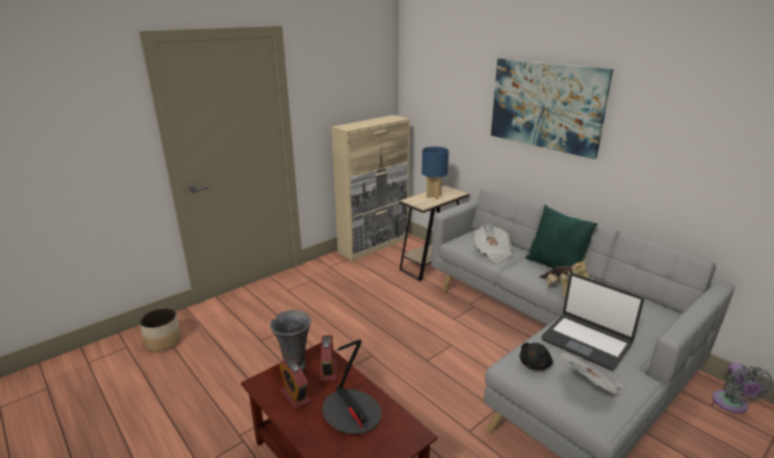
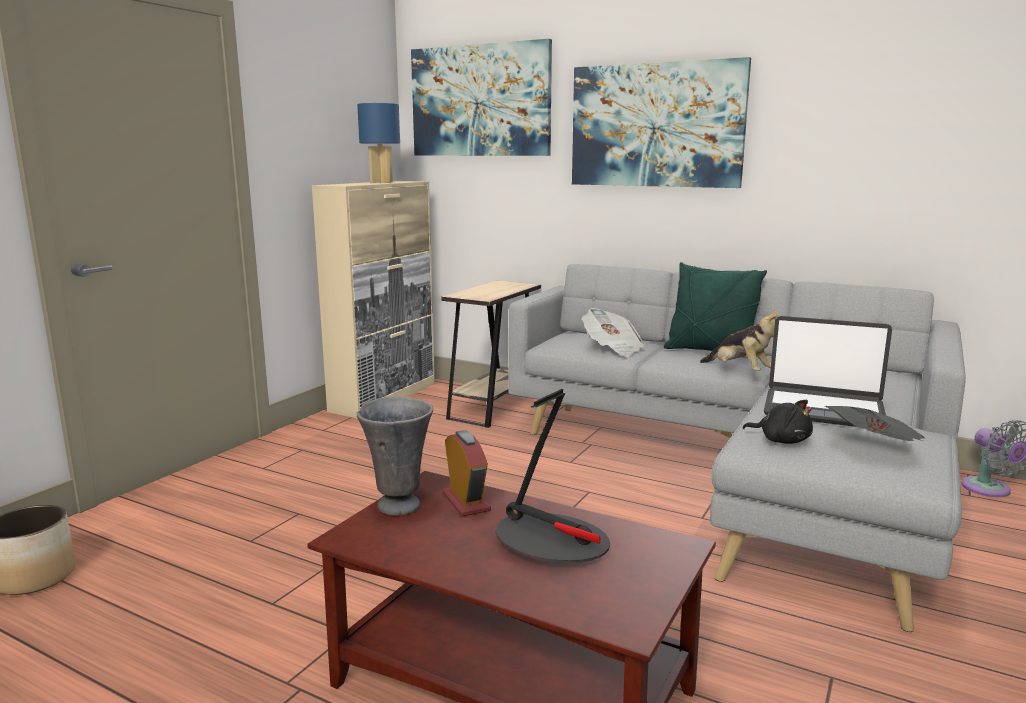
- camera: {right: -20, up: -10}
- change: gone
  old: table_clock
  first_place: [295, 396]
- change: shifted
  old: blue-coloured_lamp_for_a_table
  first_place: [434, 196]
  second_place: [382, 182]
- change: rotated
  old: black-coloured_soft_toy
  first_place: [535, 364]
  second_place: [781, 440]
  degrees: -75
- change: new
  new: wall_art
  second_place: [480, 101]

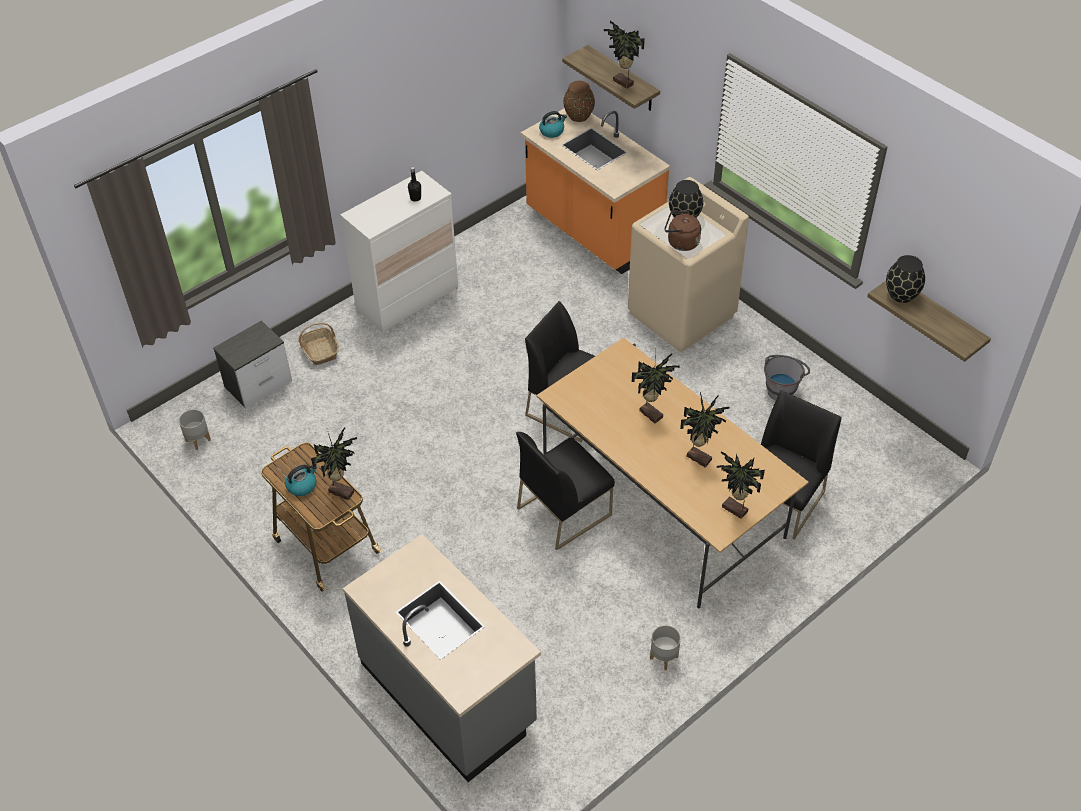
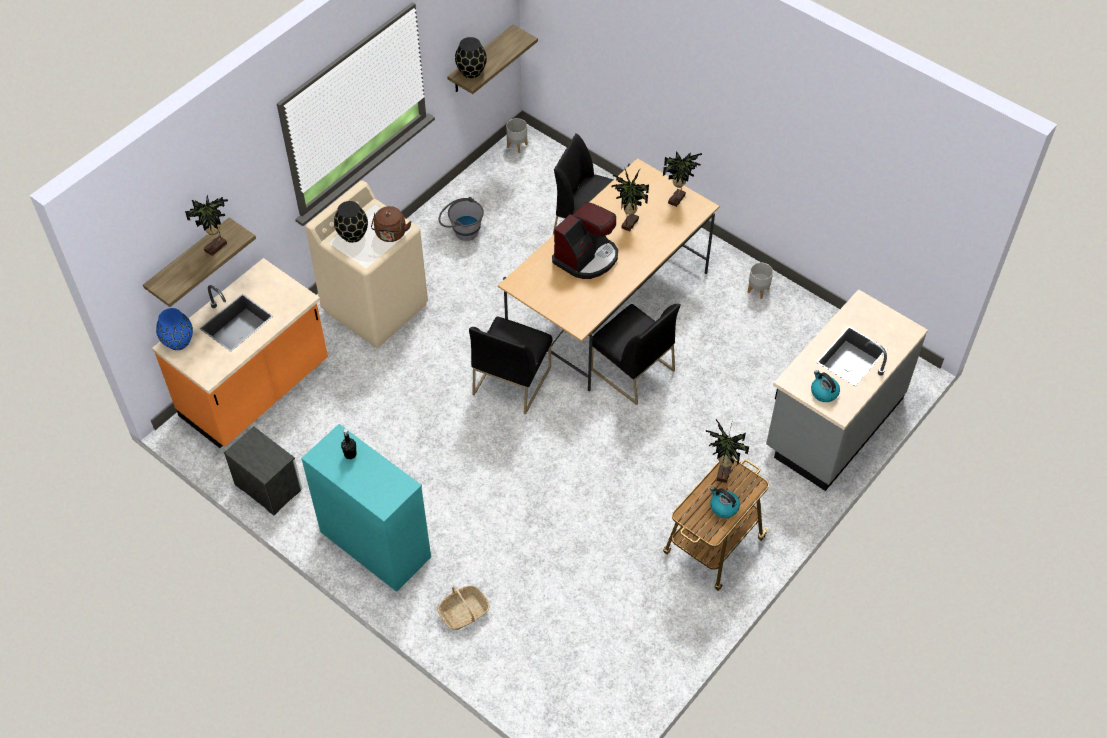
- camera: {right: -100, up: 5}
- change: shifted
  old: greyish_plant_pot
  first_place: [198, 440]
  second_place: [516, 145]
- change: shifted
  old: night_table
  first_place: [259, 384]
  second_place: [268, 486]
- change: repainted
  old: white_dresser
  new: turquoise_dresser
  first_place: [407, 299]
  second_place: [375, 544]
- change: shifted
  old: water_kettle
  first_place: [552, 131]
  second_place: [823, 392]
- change: repainted
  old: brown_flower_vase
  new: blue-coloured_flower_vase
  first_place: [579, 116]
  second_place: [179, 341]
- change: swapped
  old: plant_in_a_pot
  new: coffee_maker
  first_place: [651, 413]
  second_place: [586, 257]

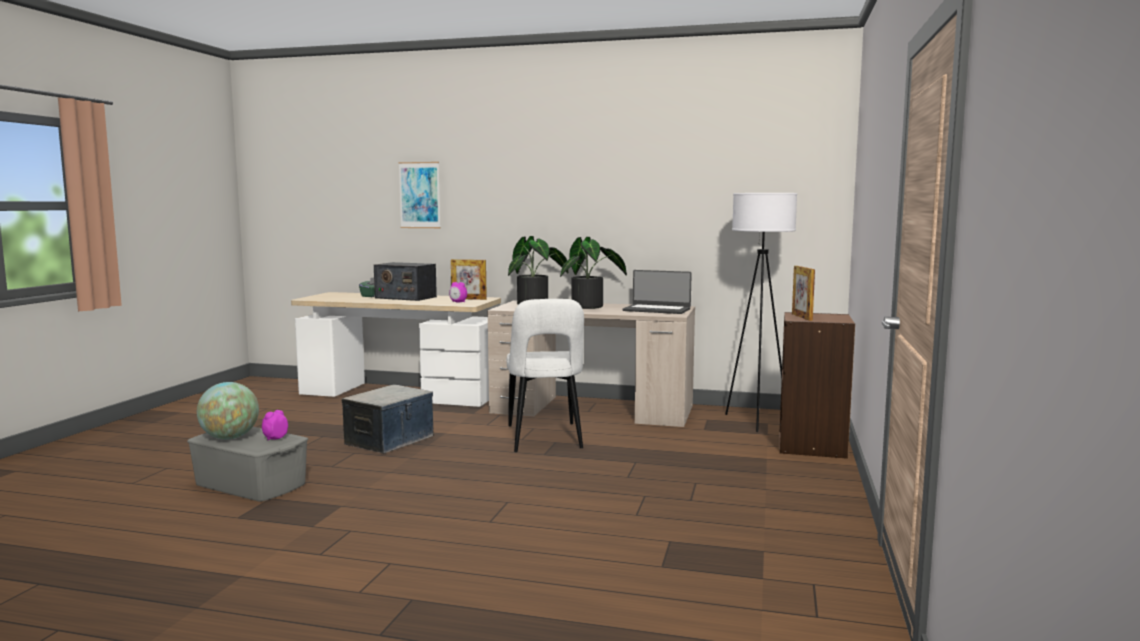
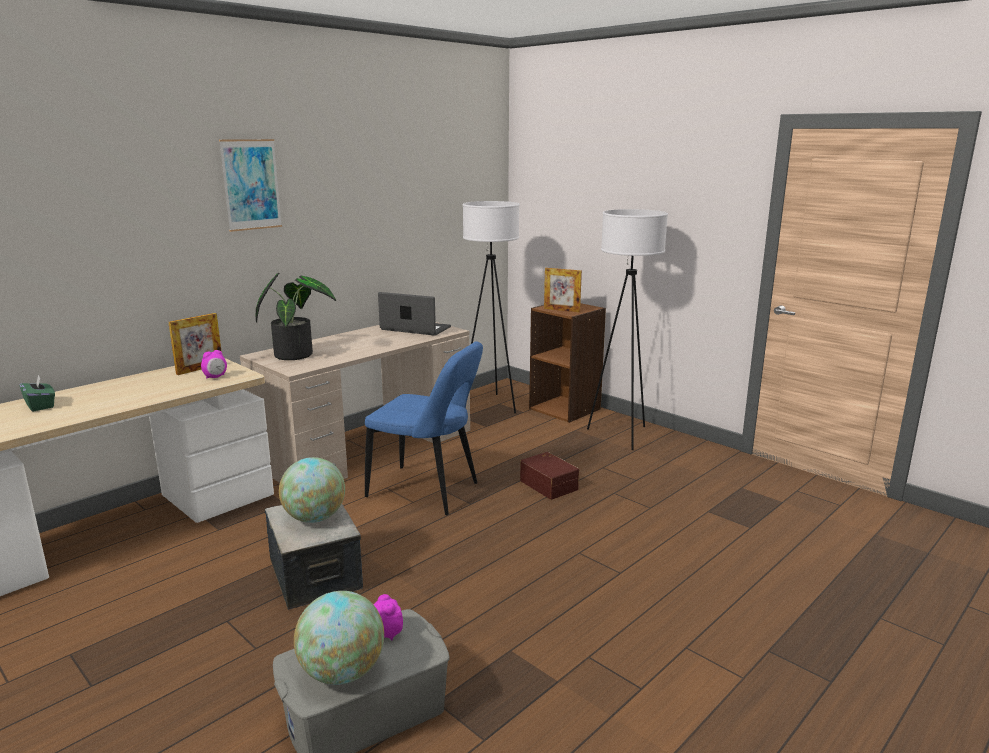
- camera: {right: -60, up: 10}
- change: gone
  old: radio
  first_place: [405, 297]
- change: shifted
  old: wall_art
  first_place: [419, 195]
  second_place: [251, 185]
- change: repainted
  old: white_chair
  new: blue-coloured_chair
  first_place: [545, 439]
  second_place: [427, 491]
- change: gone
  old: plant_in_a_pot
  first_place: [591, 307]
- change: rotated
  old: portable_computer
  first_place: [657, 310]
  second_place: [415, 329]
  degrees: -120
- change: new
  new: world_globe
  second_place: [314, 518]
- change: new
  new: brown_storage_bin
  second_place: [549, 484]
- change: new
  new: white_standard_lamp
  second_place: [621, 435]

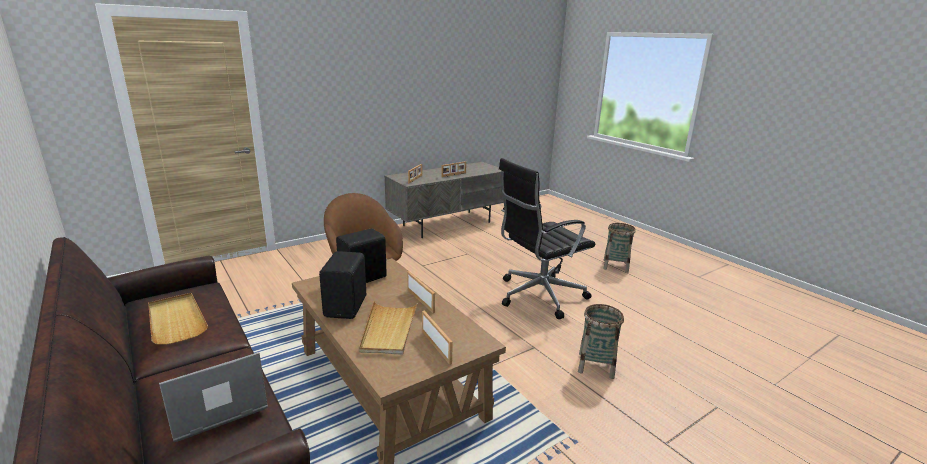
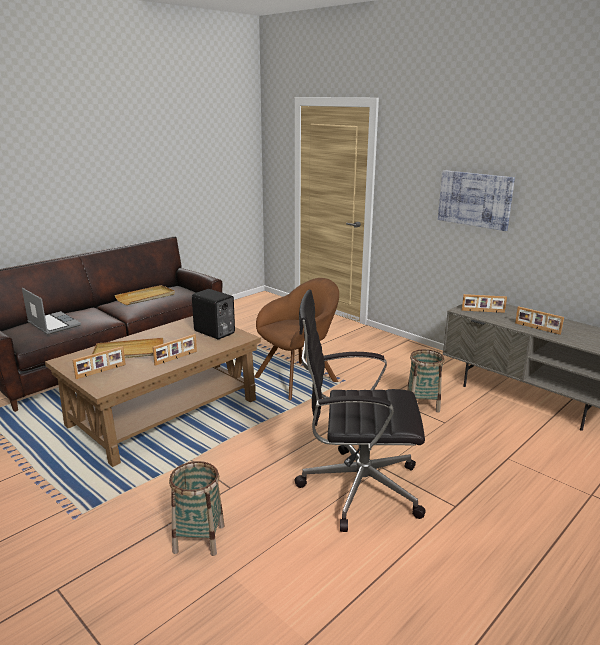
- camera: {right: 80, up: 0}
- change: gone
  old: black-coloured_loudspeaker
  first_place: [347, 307]
- change: rotated
  old: black-coloured_desk_chair
  first_place: [538, 295]
  second_place: [357, 488]
  degrees: -45
- change: shifted
  old: storage_basket
  first_place: [615, 266]
  second_place: [422, 404]
- change: new
  new: wall_art
  second_place: [475, 199]

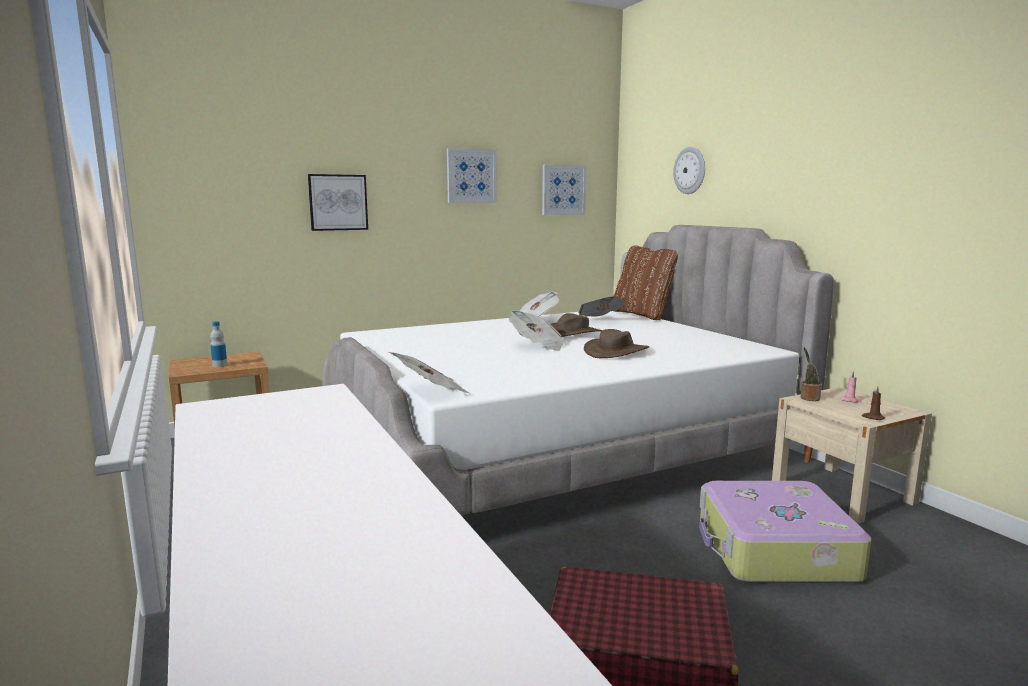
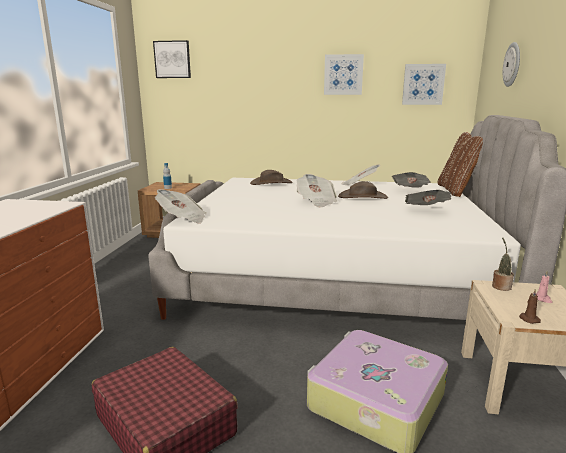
- camera: {right: 35, up: 5}
- change: shifted
  old: wall_art
  first_place: [338, 202]
  second_place: [172, 59]
- change: shifted
  old: brown_clothing_hat
  first_place: [616, 351]
  second_place: [271, 183]
- change: new
  new: printed_paper
  second_place: [426, 210]

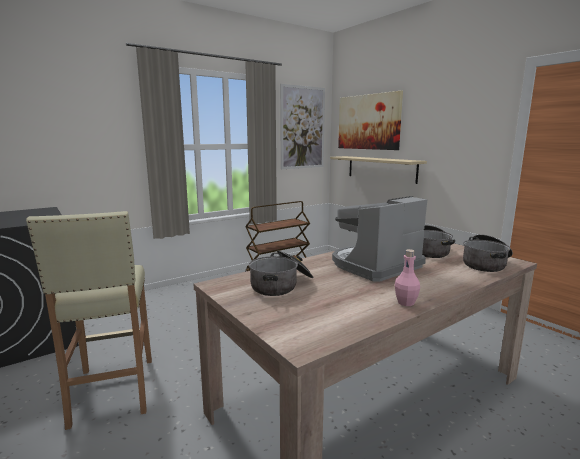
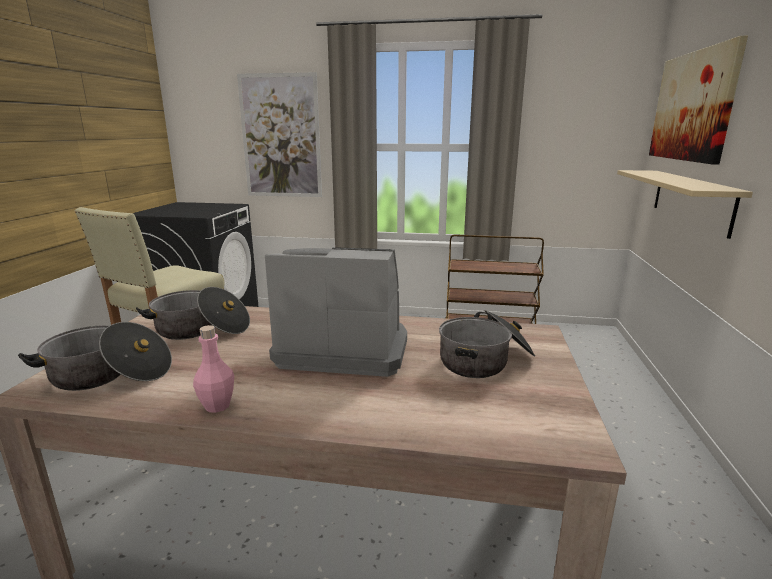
- camera: {right: 45, up: 5}
- change: shifted
  old: wall_art
  first_place: [302, 128]
  second_place: [281, 137]
- change: shifted
  old: cooking_pot
  first_place: [486, 264]
  second_place: [109, 375]

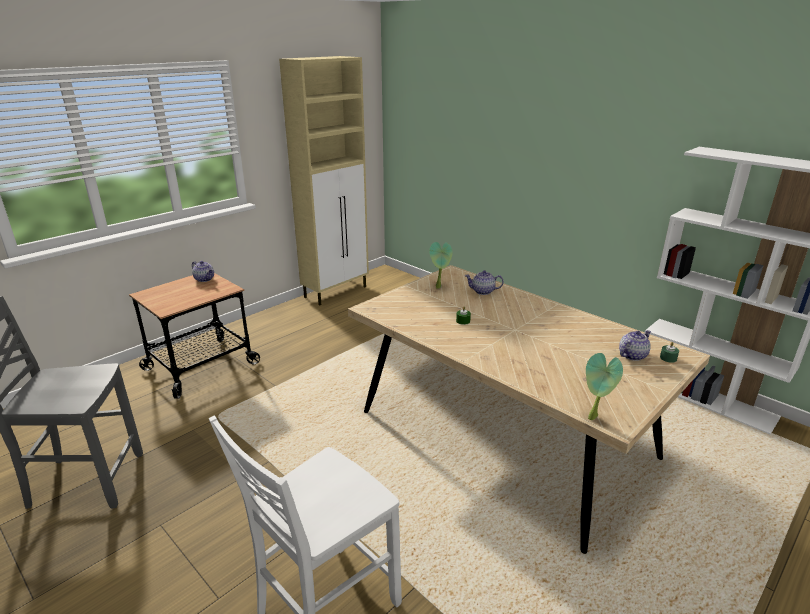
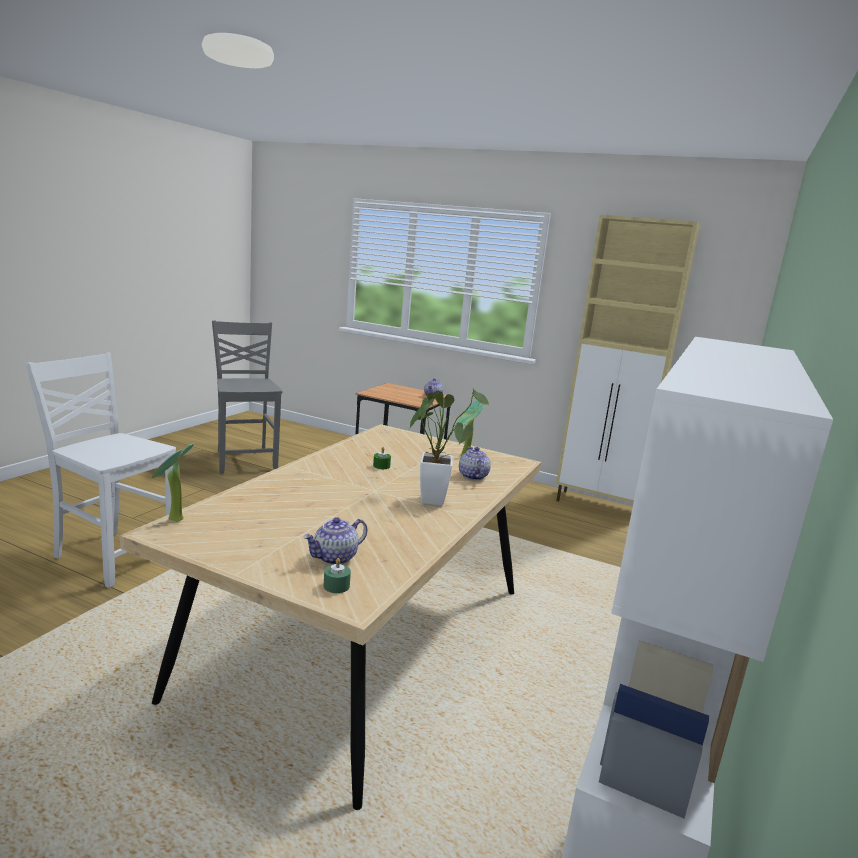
- camera: {right: 70, up: -10}
- change: rotated
  old: teapot
  first_place: [632, 355]
  second_place: [335, 558]
  degrees: 105
- change: new
  new: plant_in_a_pot
  second_place: [433, 498]

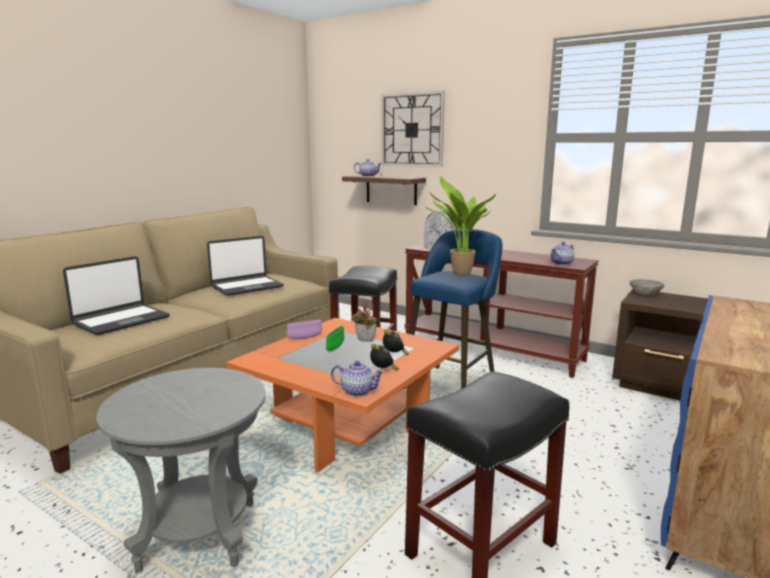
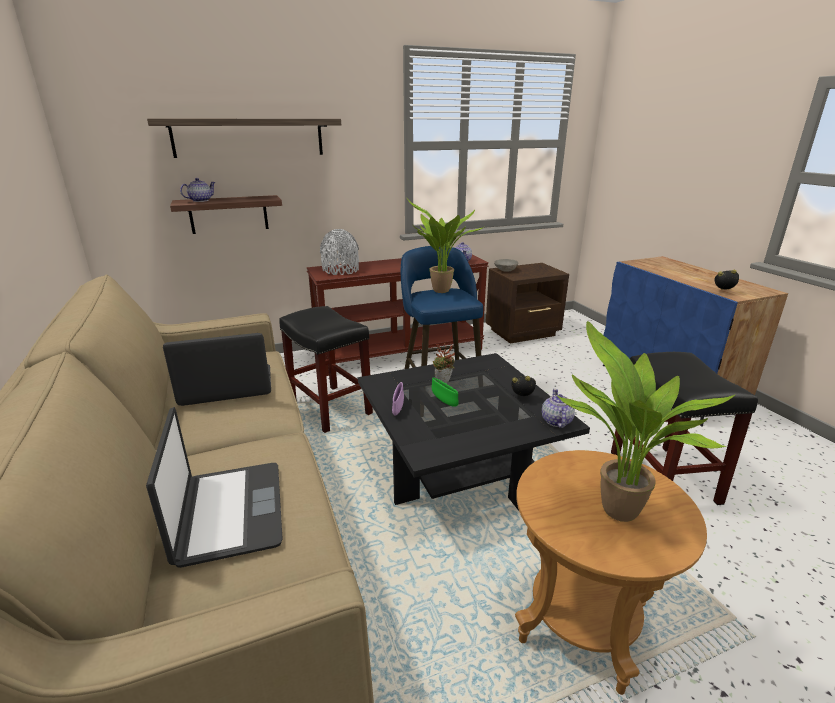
- camera: {right: -55, up: 10}
- change: repainted
  old: greyish_end_table
  new: brown_end_table
  first_place: [199, 535]
  second_place: [581, 626]
- change: rotated
  old: portable_computer
  first_place: [246, 287]
  second_place: [227, 387]
  degrees: -105
- change: repainted
  old: orange_coffee_table
  new: black-coloured_coffee_table
  first_place: [348, 427]
  second_place: [460, 469]
- change: rotated
  old: teapot
  first_place: [357, 391]
  second_place: [556, 421]
  degrees: -45
- change: swapped
  old: clock_on_the_wall
  new: wall_shelf
  first_place: [412, 130]
  second_place: [249, 137]
- change: shifted
  old: table_clock
  first_place: [394, 355]
  second_place: [723, 292]
- change: new
  new: plant_in_a_pot
  second_place: [614, 513]

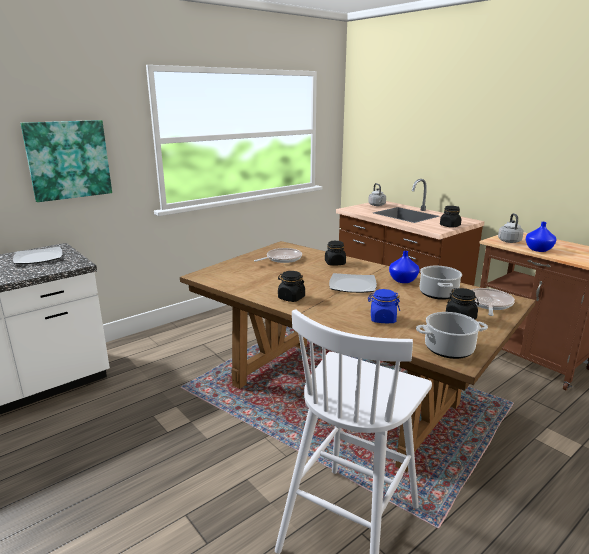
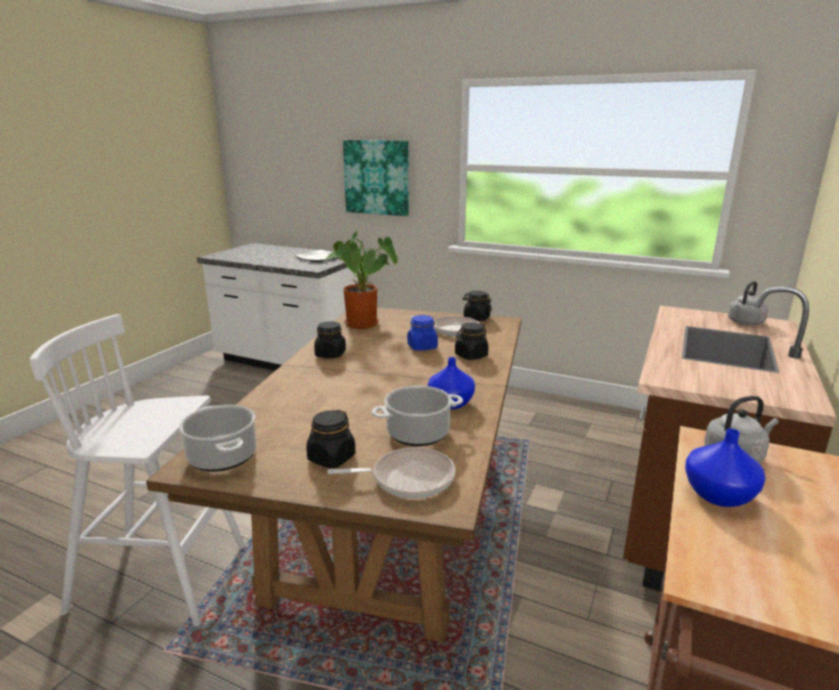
- camera: {right: 65, up: 0}
- change: gone
  old: dinner_plate
  first_place: [352, 285]
- change: shifted
  old: blue-coloured_storage_jar
  first_place: [382, 319]
  second_place: [422, 347]
- change: shifted
  old: black-coloured_storage_jar
  first_place: [450, 226]
  second_place: [476, 318]
- change: new
  new: plant_in_a_pot
  second_place: [365, 325]

